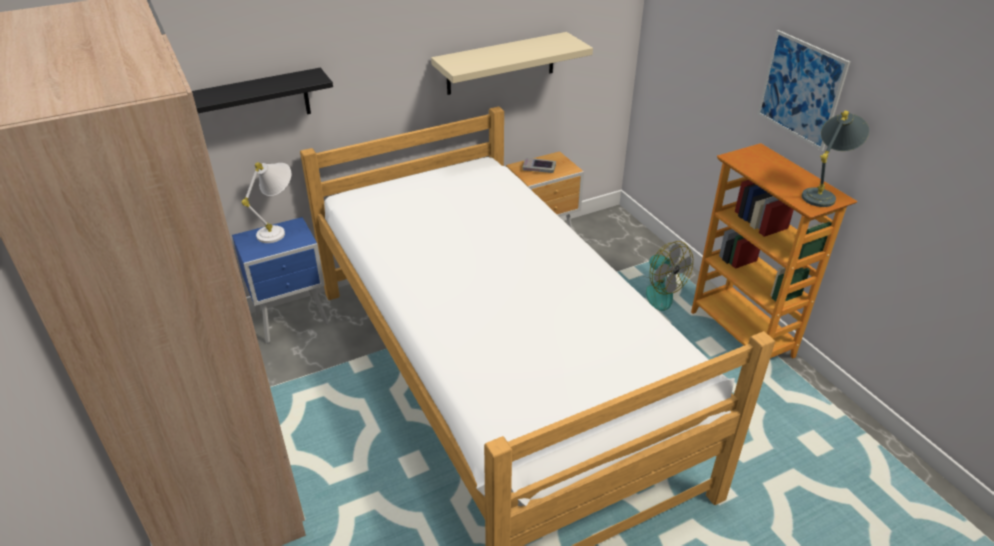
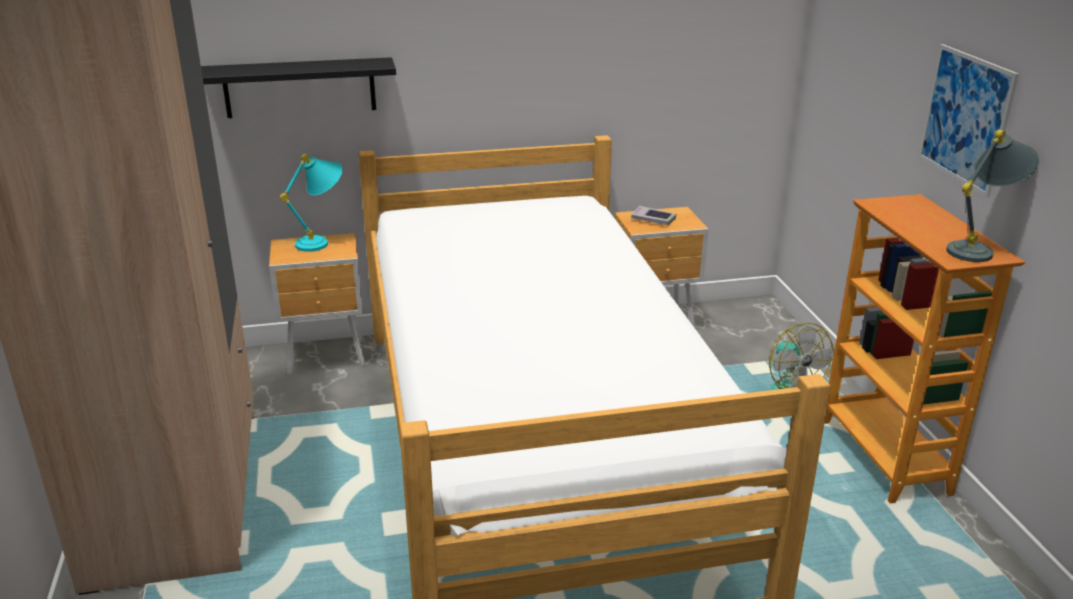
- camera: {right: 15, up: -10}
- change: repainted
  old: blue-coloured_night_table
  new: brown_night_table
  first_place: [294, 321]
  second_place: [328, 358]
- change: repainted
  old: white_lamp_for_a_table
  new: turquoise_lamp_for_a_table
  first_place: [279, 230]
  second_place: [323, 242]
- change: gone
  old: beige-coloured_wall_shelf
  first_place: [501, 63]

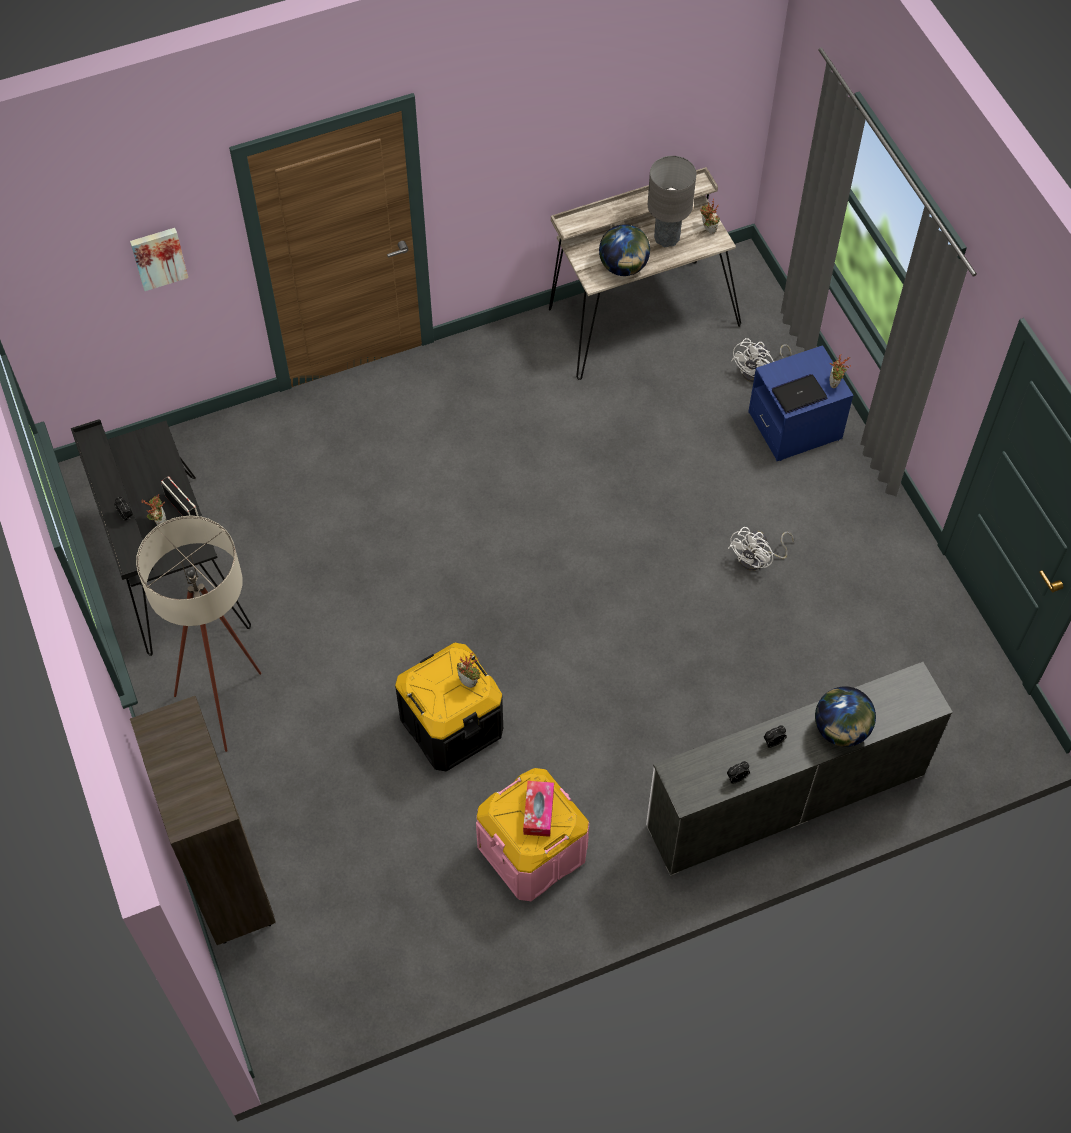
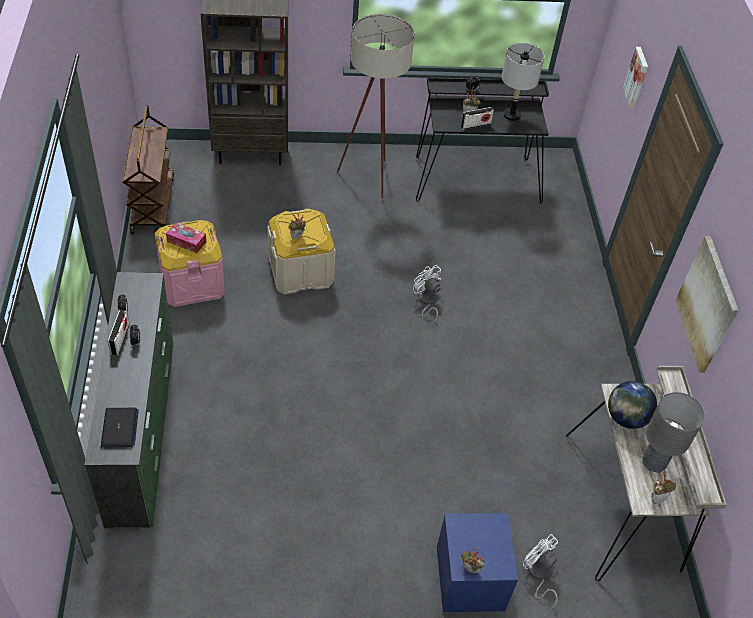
- camera: {right: 105, up: -10}
- change: repainted
  old: black-coloured_storage_bin
  new: beige-coloured_storage_bin
  first_place: [452, 725]
  second_place: [300, 271]
- change: repainted
  old: white_dresser
  new: green-coloured_dresser
  first_place: [785, 799]
  second_place: [142, 429]
- change: shifted
  old: white_cooling_fan
  first_place: [758, 559]
  second_place: [427, 301]
- change: shifted
  old: portable_computer
  first_place: [799, 394]
  second_place: [119, 428]
- change: gone
  old: world_globe
  first_place: [841, 729]
- change: new
  new: radio
  second_place: [120, 339]
- change: new
  new: brown_wheeled_cart
  second_place: [152, 204]
- change: new
  new: greyish_lamp_for_a_table
  second_place: [512, 115]
- change: new
  new: wall_art
  second_place: [707, 304]

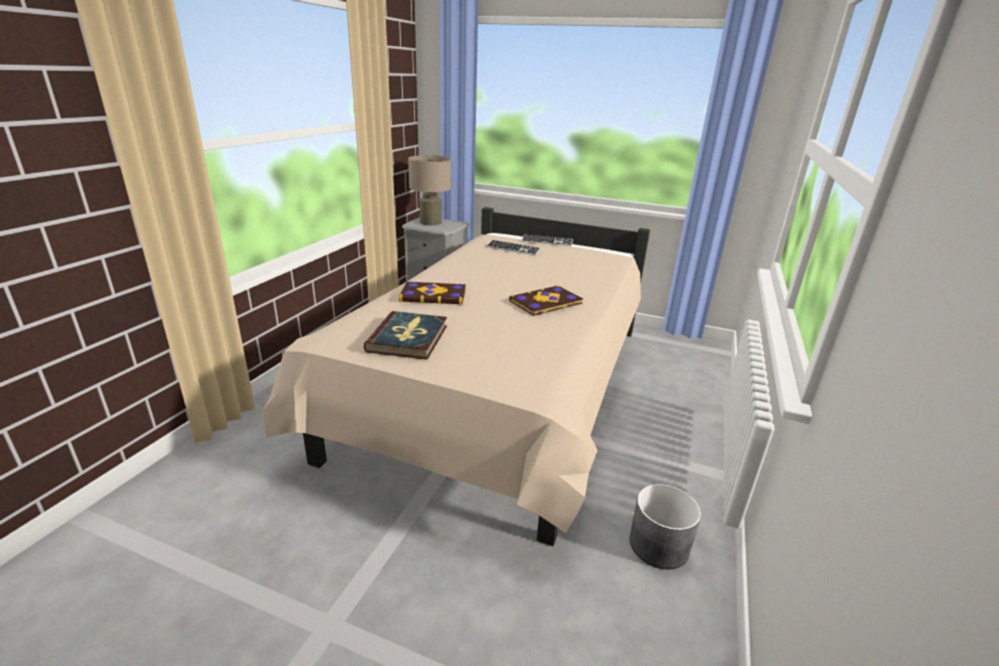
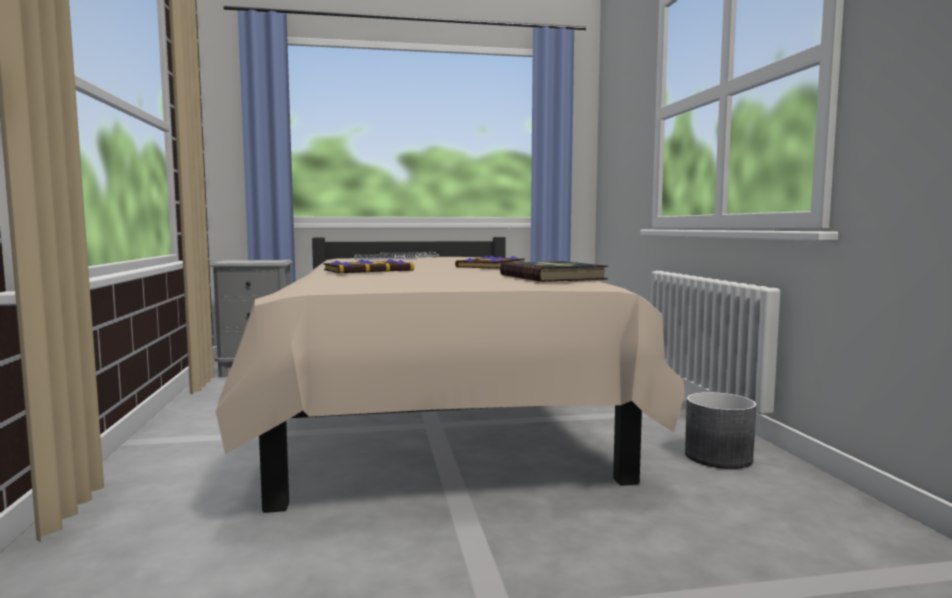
- camera: {right: -30, up: -20}
- change: shifted
  old: volume
  first_place: [408, 338]
  second_place: [552, 277]
- change: gone
  old: beige-coloured_lamp_for_a_table
  first_place: [430, 222]

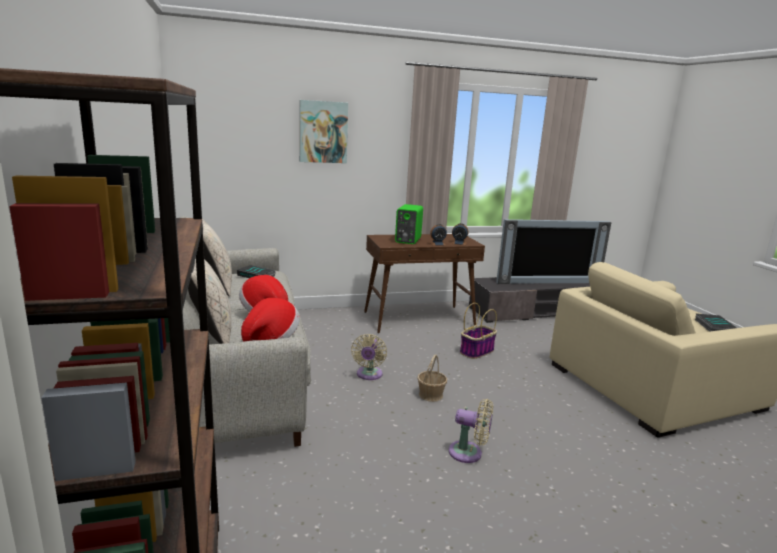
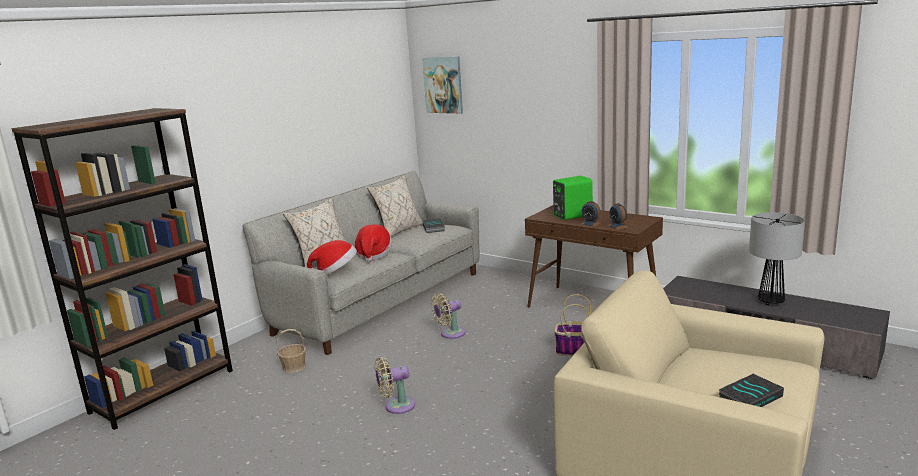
- camera: {right: 55, up: 0}
- change: shifted
  old: wall_art
  first_place: [323, 132]
  second_place: [443, 85]
- change: shifted
  old: storage_basket
  first_place: [431, 395]
  second_place: [294, 367]
- change: rotated
  old: beige-coloured_cooling_fan
  first_place: [469, 453]
  second_place: [396, 406]
  degrees: 90
- change: swapped
  old: TV
  new: lamp_for_a_table
  first_place: [546, 281]
  second_place: [771, 301]

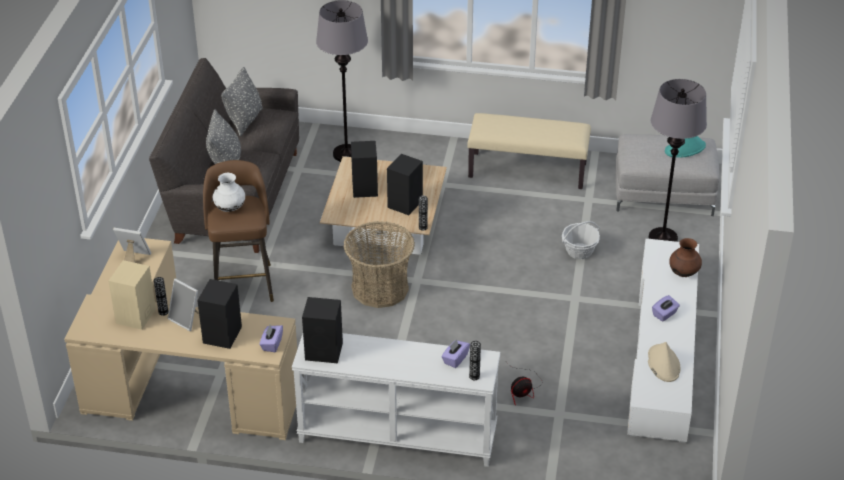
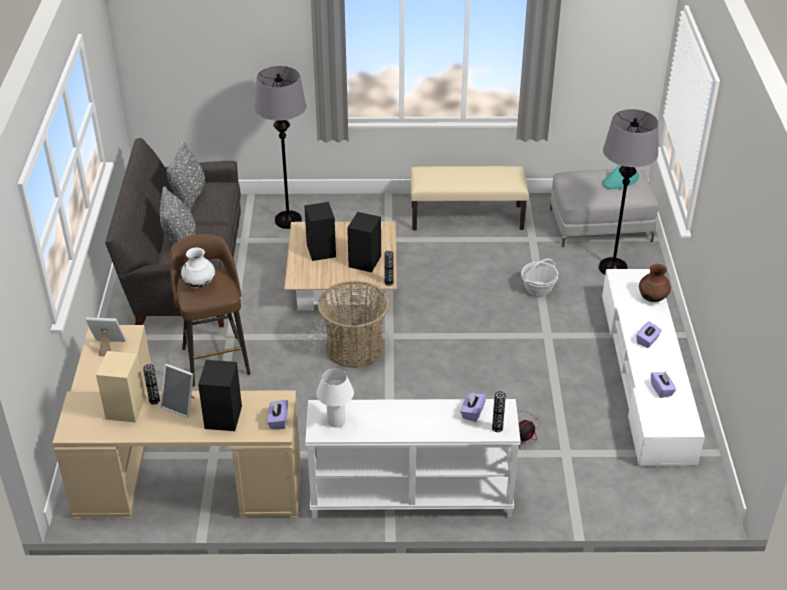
- camera: {right: -10, up: 0}
- change: swapped
  old: black-coloured_loudspeaker
  new: white_lamp_for_a_table
  first_place: [325, 351]
  second_place: [336, 421]
- change: swapped
  old: beige-coloured_clothing_hat
  new: purple-coloured_box_of_tissues
  first_place: [663, 363]
  second_place: [661, 390]

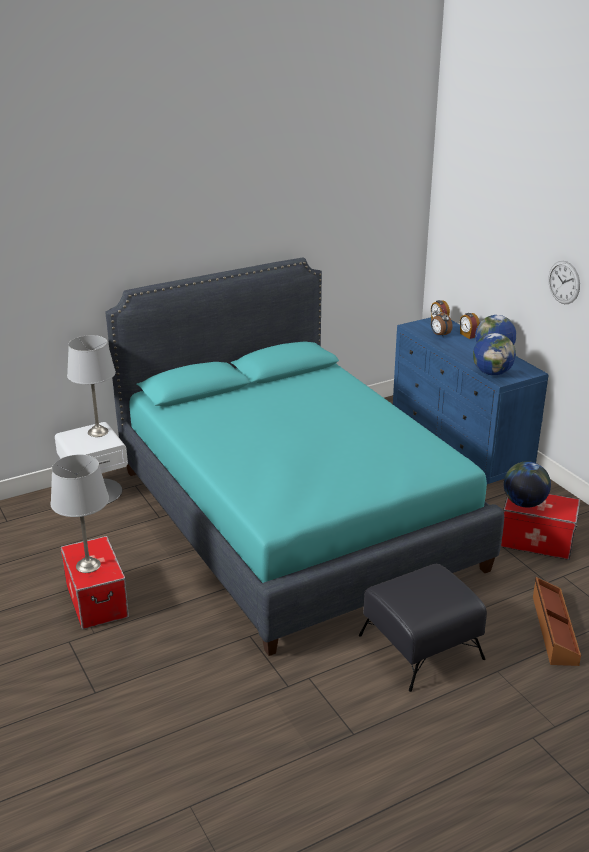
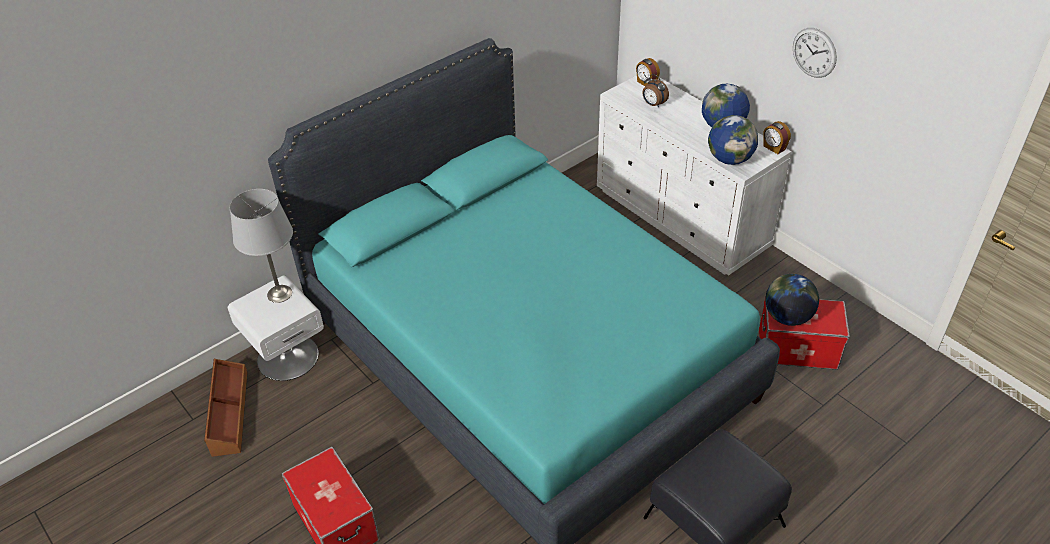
- camera: {right: -10, up: 15}
- change: gone
  old: greyish_lamp_for_a_table
  first_place: [88, 565]
- change: repainted
  old: blue-coloured_dresser
  new: white_dresser
  first_place: [460, 443]
  second_place: [681, 218]
- change: shifted
  old: table_clock
  first_place: [468, 335]
  second_place: [774, 148]
- change: shifted
  old: brown_storage_bin
  first_place: [553, 629]
  second_place: [228, 413]

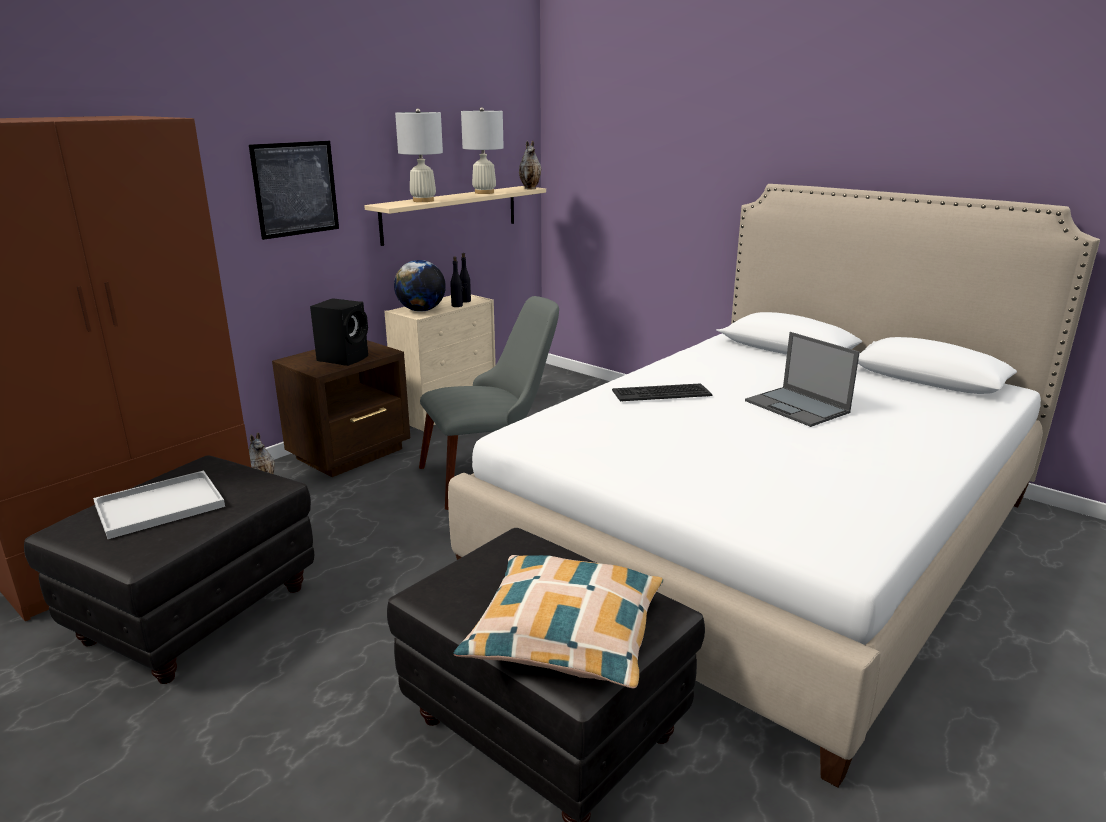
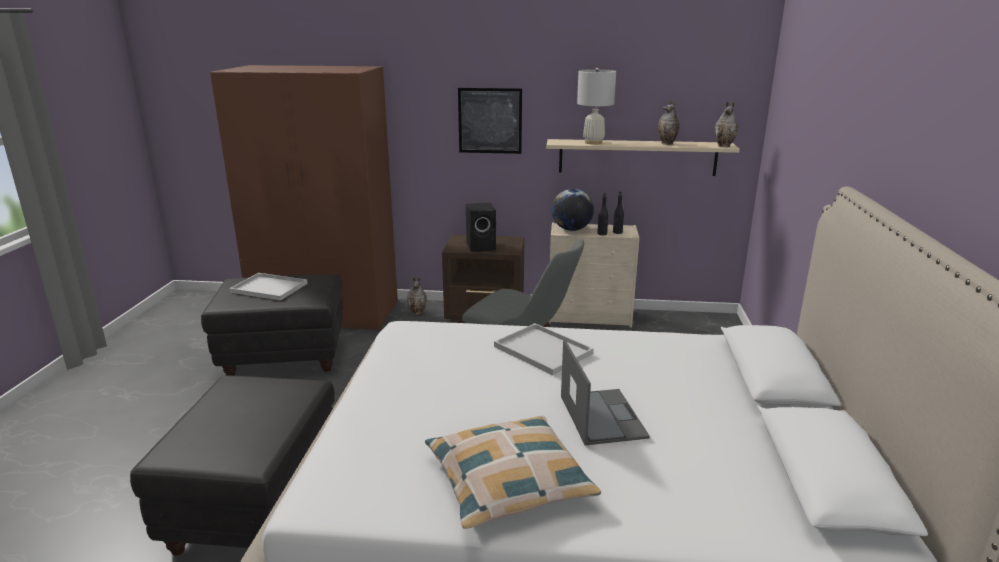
- camera: {right: 55, up: 0}
- change: shifted
  old: cushion
  first_place: [565, 634]
  second_place: [508, 481]
- change: swapped
  old: white_lamp_for_a_table
  new: flower_vase
  first_place: [484, 192]
  second_place: [667, 143]
- change: swapped
  old: PC_keyboard
  new: white_serving_tray
  first_place: [661, 393]
  second_place: [545, 350]
- change: rotated
  old: portable_computer
  first_place: [798, 407]
  second_place: [601, 416]
  degrees: 150

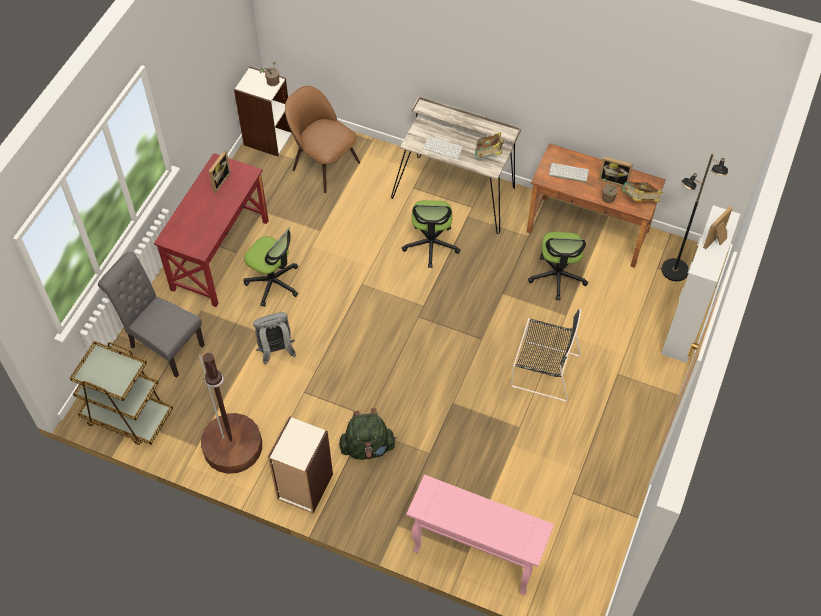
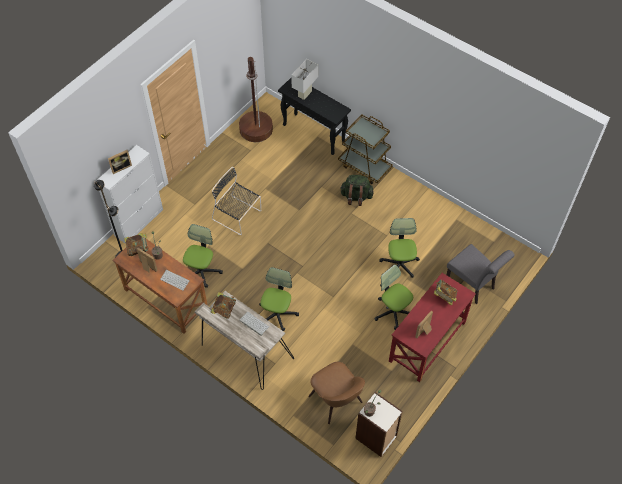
- camera: {right: -165, up: 0}
- change: shifted
  old: brown_wheeled_cart
  first_place: [127, 416]
  second_place: [365, 166]
- change: shifted
  old: brown_standard_lamp
  first_place: [233, 446]
  second_place: [256, 129]
- change: swapped
  old: greyish_knapsack
  new: desk_chair
  first_place: [276, 351]
  second_place: [399, 264]
- change: gone
  old: bookcase
  first_place: [304, 487]
- change: repainted
  old: pink-coloured_console_table
  new: black-coloured_console_table
  first_place: [474, 556]
  second_place: [314, 134]
- change: new
  new: white_lamp_for_a_table
  second_place: [305, 94]
- change: new
  new: volume
  second_place: [444, 296]

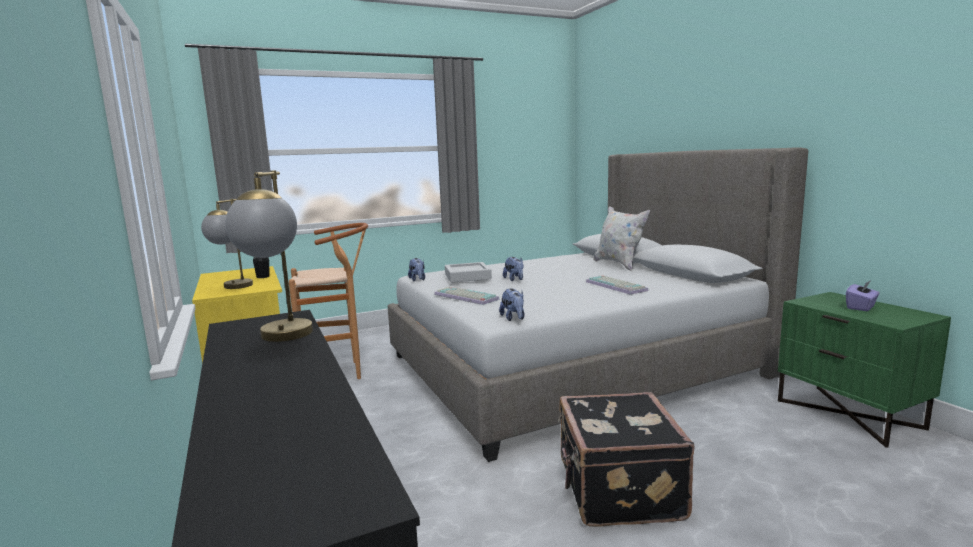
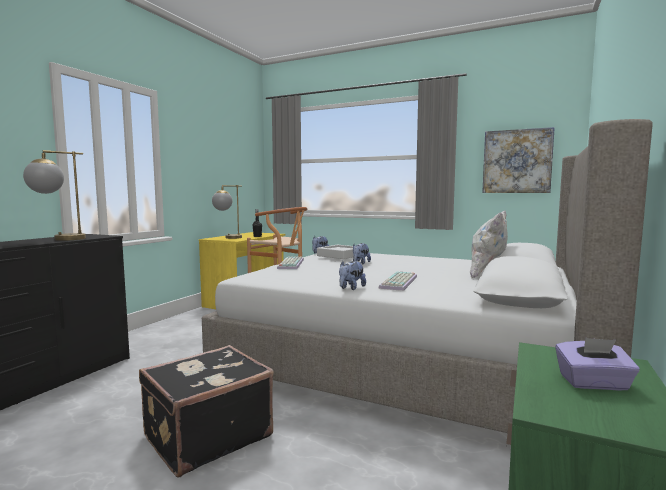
- camera: {right: 50, up: -5}
- change: shifted
  old: soft_toy
  first_place: [513, 318]
  second_place: [351, 288]
- change: new
  new: wall_art
  second_place: [517, 161]

